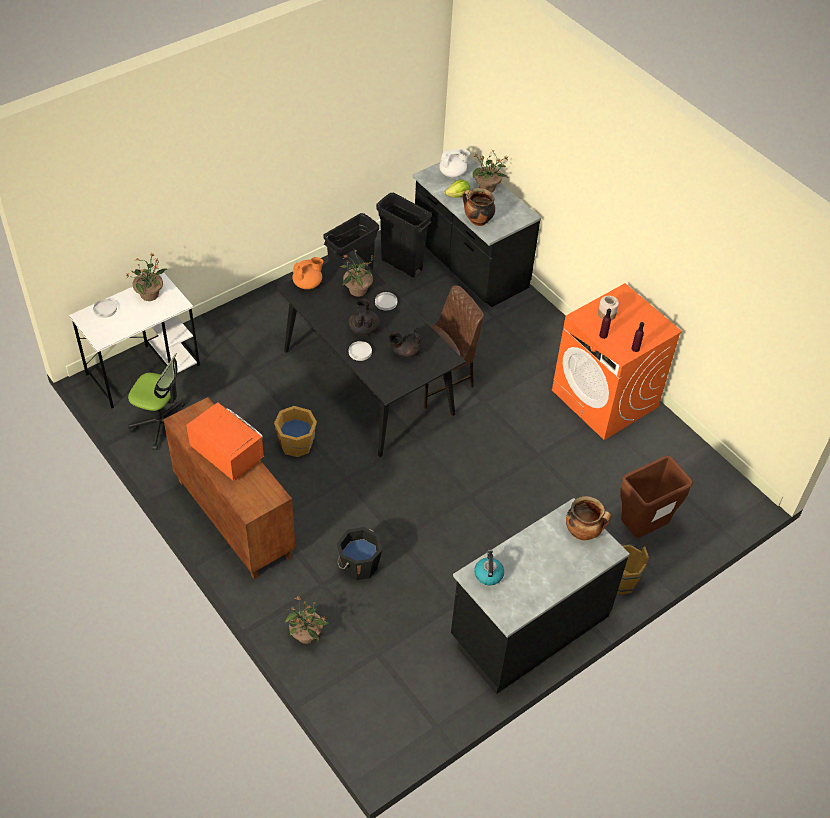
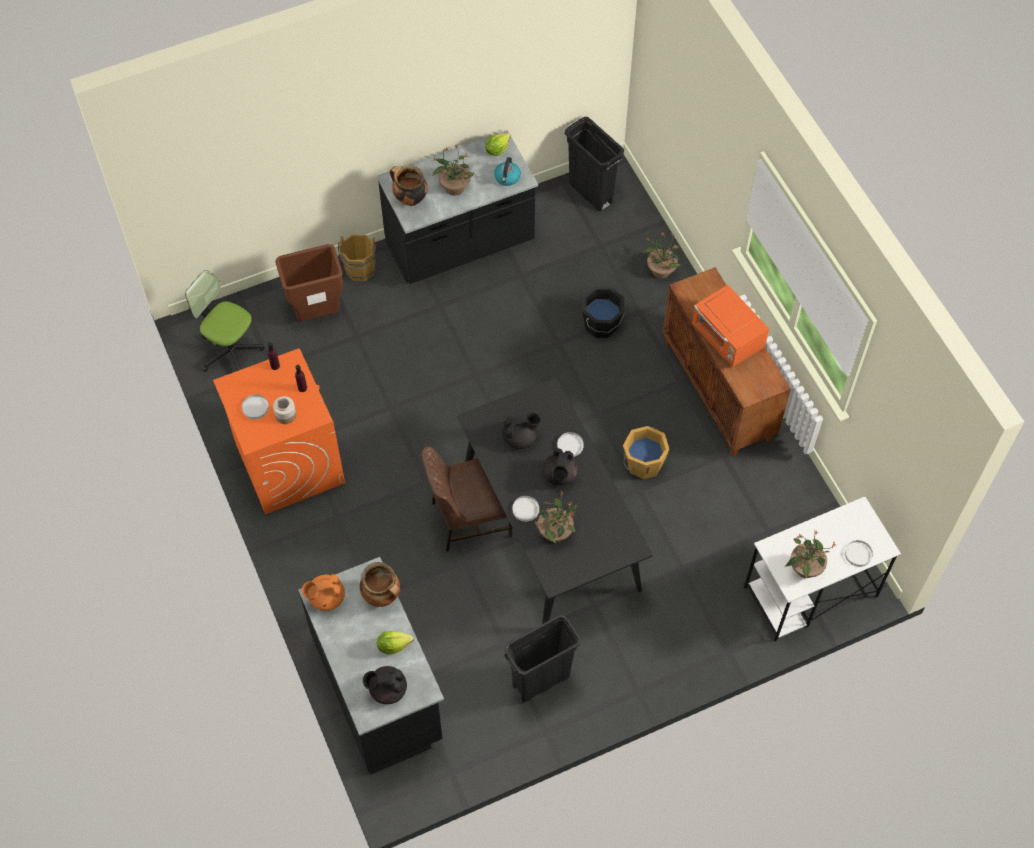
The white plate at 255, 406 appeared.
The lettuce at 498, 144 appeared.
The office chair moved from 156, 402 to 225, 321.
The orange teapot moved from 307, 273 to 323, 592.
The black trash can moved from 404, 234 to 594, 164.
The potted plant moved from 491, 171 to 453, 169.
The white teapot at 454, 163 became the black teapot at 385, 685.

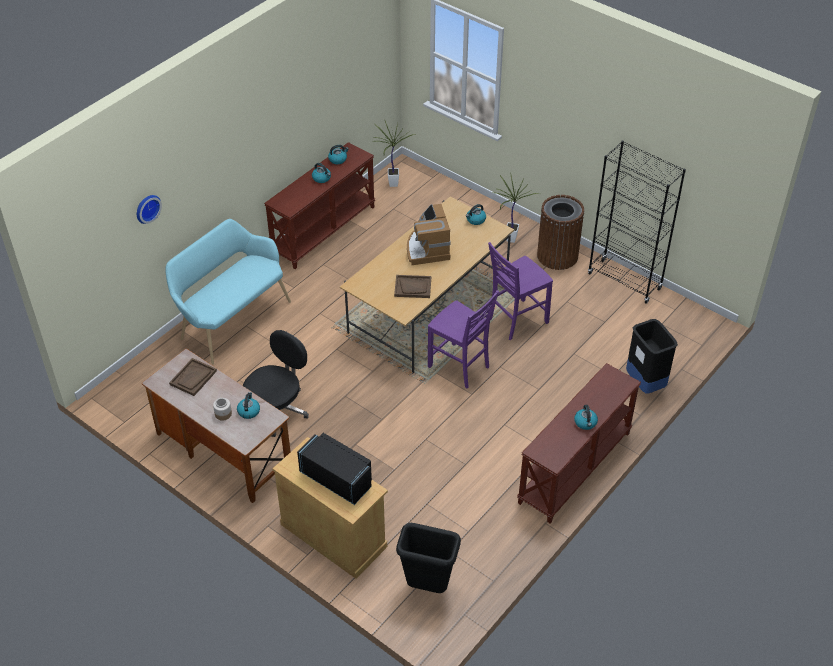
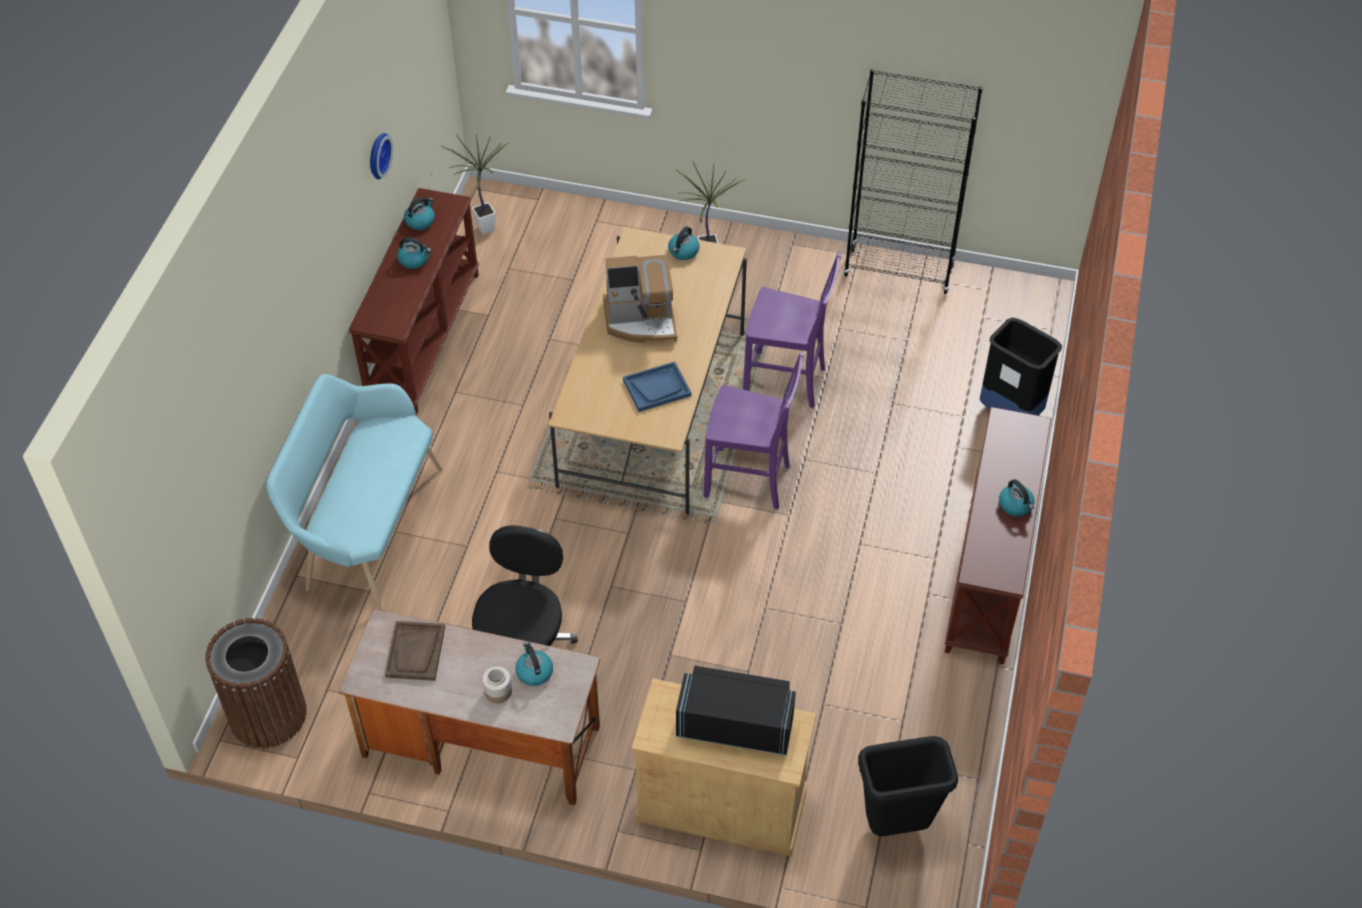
The wall clock moved from 149, 209 to 381, 156.
The brown trash can moved from 560, 232 to 256, 683.
The brown tray at 412, 286 became the blue tray at 657, 387.
The coffee machine at 429, 234 turned 60 degrees counterclockwise.
The purple chair at 520, 291 turned 105 degrees counterclockwise.

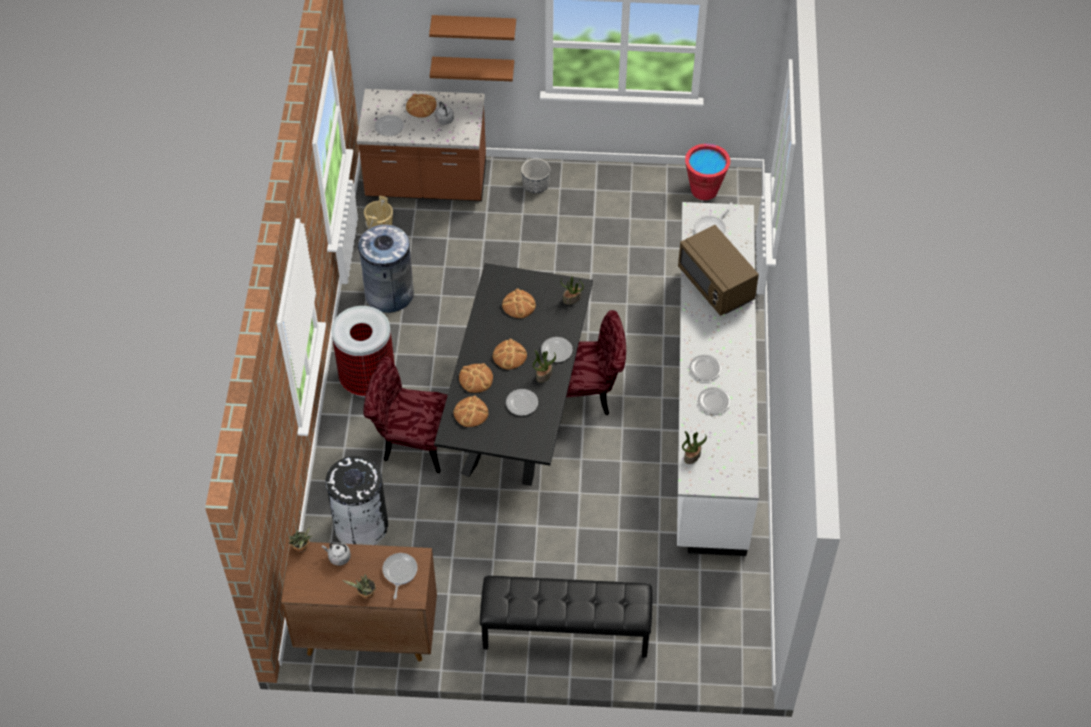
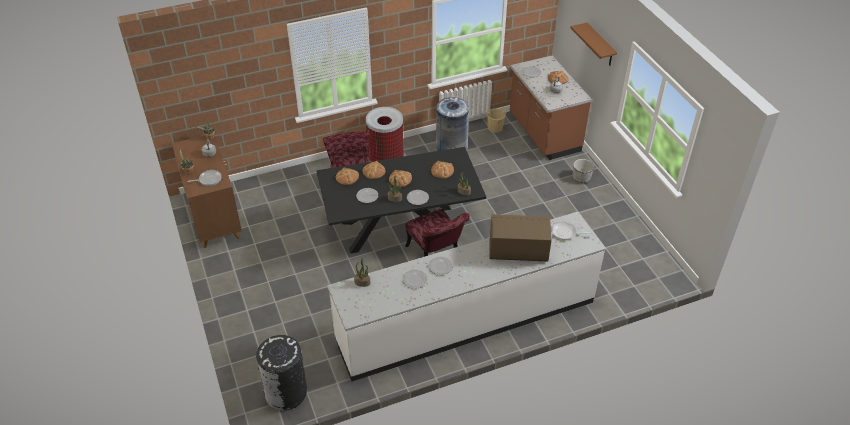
The brown shelf at 472, 69 disappeared.
The black bench at 566, 617 disappeared.
The red bucket at 707, 171 disappeared.
The black trash can moved from 357, 500 to 281, 373.
The brown microwave at 718, 270 turned 60 degrees clockwise.

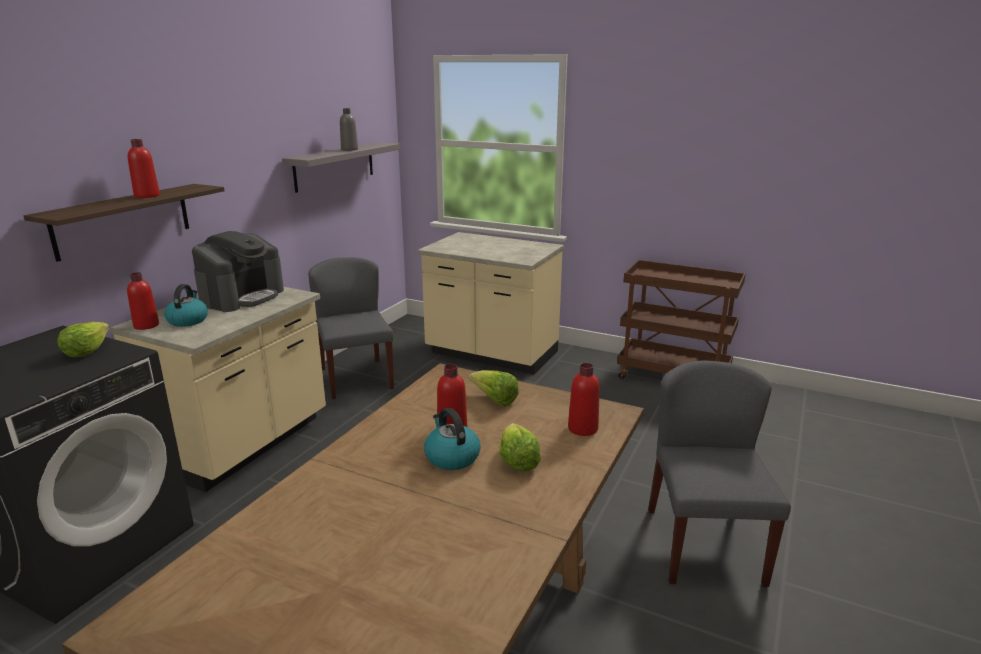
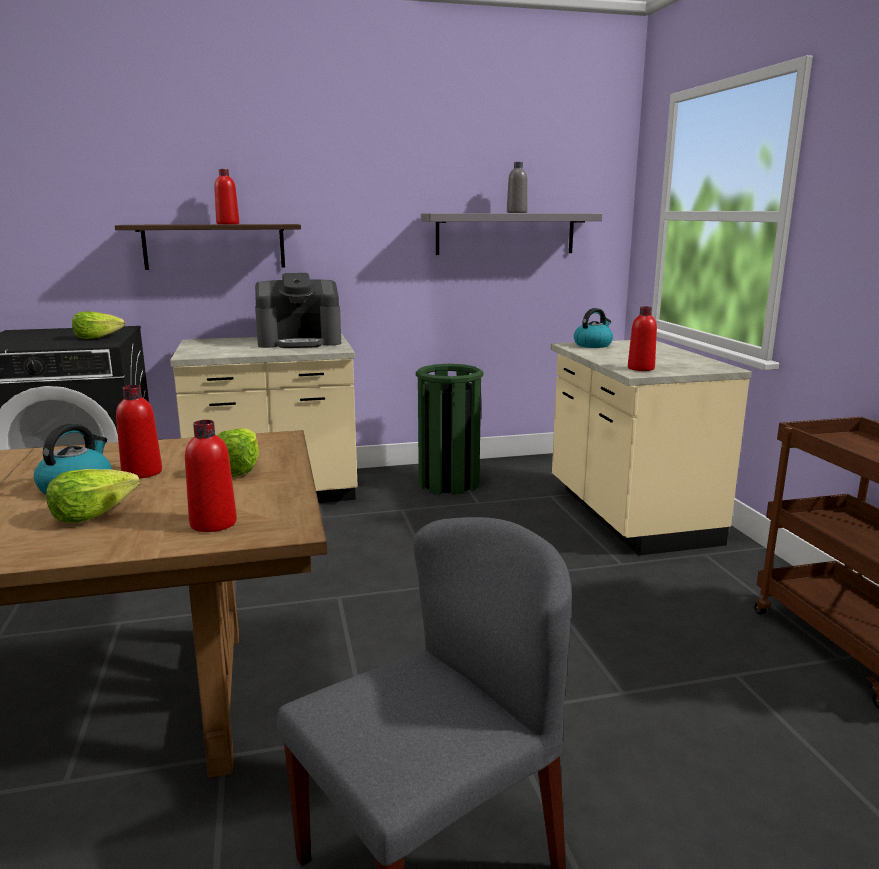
The red bottle moved from 143, 301 to 642, 338.
The kettle moved from 186, 305 to 593, 328.
The grey chair at 351, 328 was replaced by the green trash can at 449, 429.

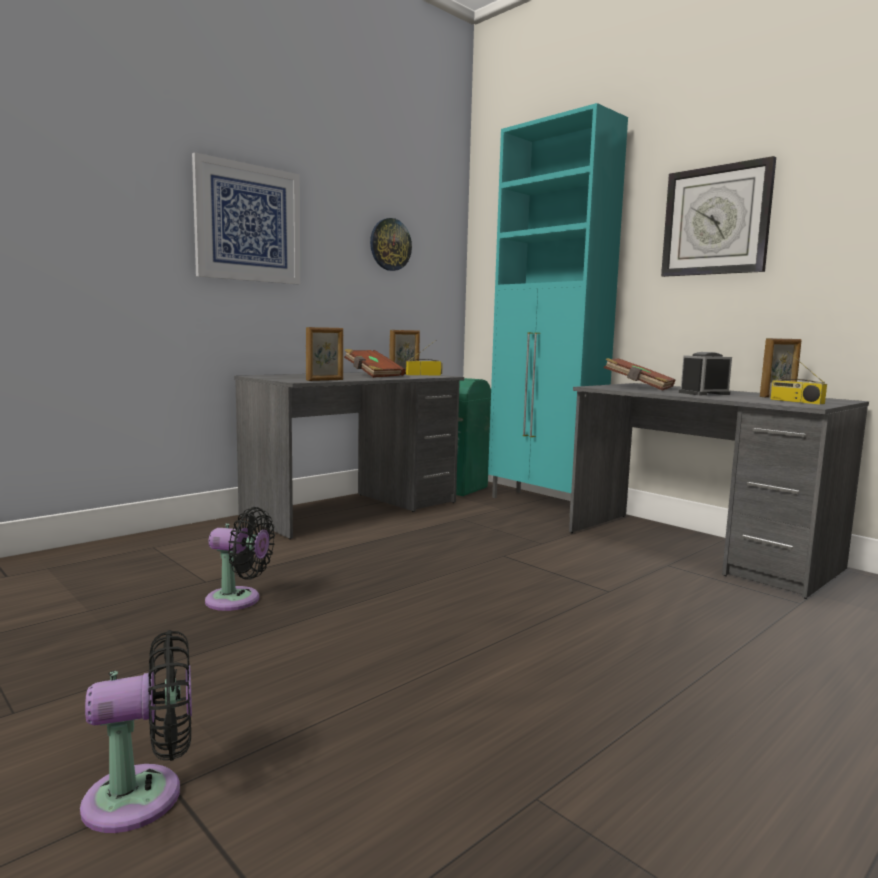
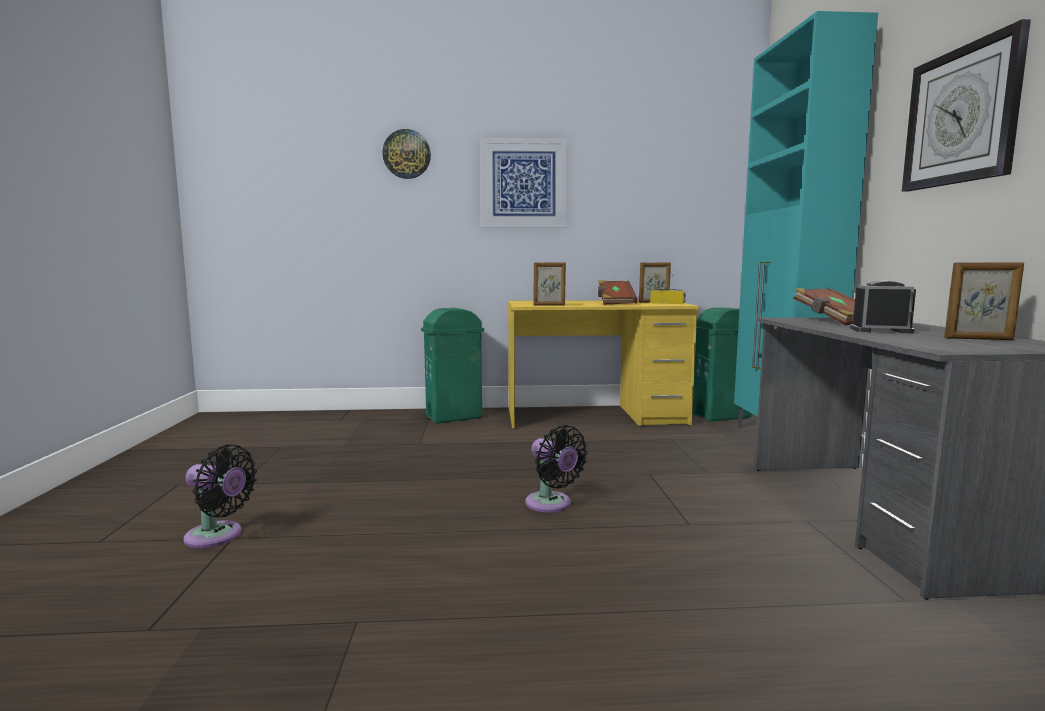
The radio at 798, 377 disappeared.
The green trash can at 452, 366 appeared.
The black fan moved from 240, 559 to 556, 469.
The wall clock moved from 391, 244 to 406, 154.
The grey desk at 349, 455 became the yellow desk at 604, 364.

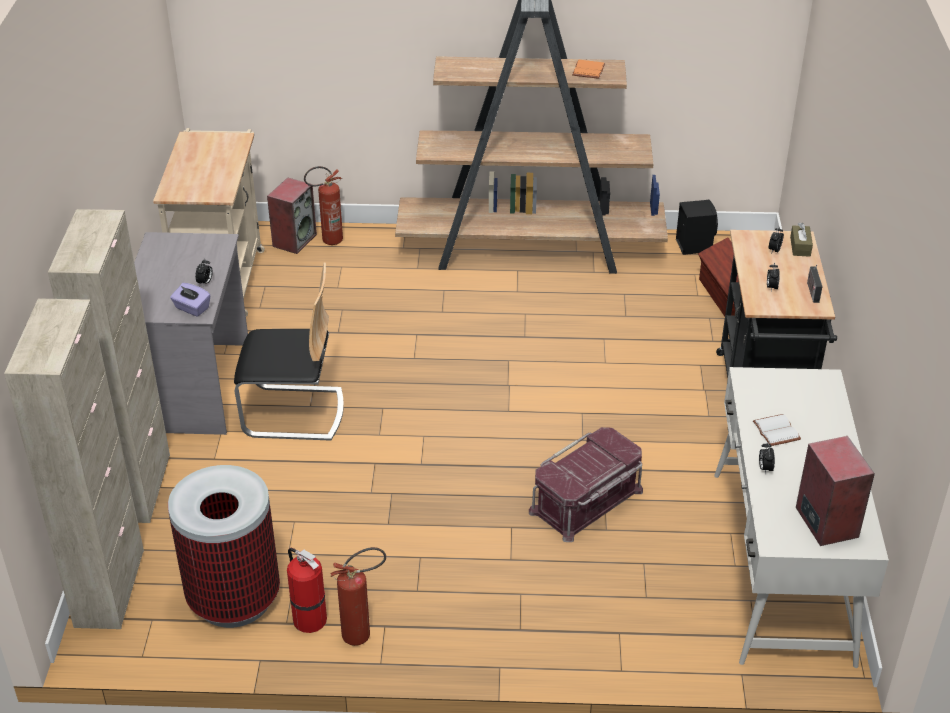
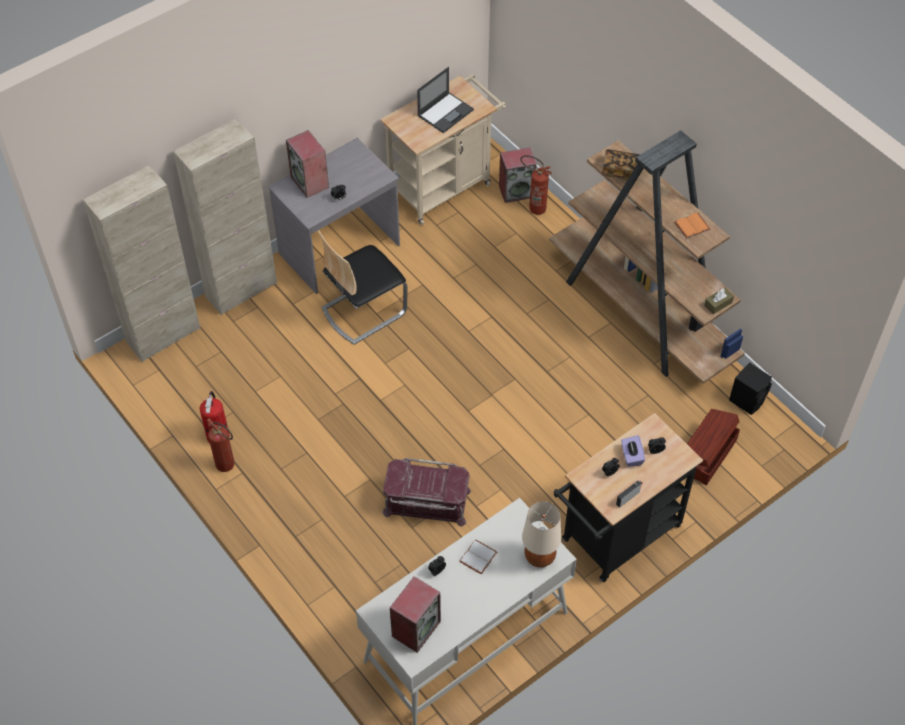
The trash can at 224, 546 disappeared.
The speaker at 307, 164 appeared.
The laptop at 445, 100 appeared.
The beige table lamp at 541, 534 appeared.
The book at 621, 164 appeared.
The purple tissue box moved from 190, 300 to 633, 451.
The brown tissue box moved from 801, 240 to 719, 301.
The chair at 289, 351 turned 90 degrees clockwise.

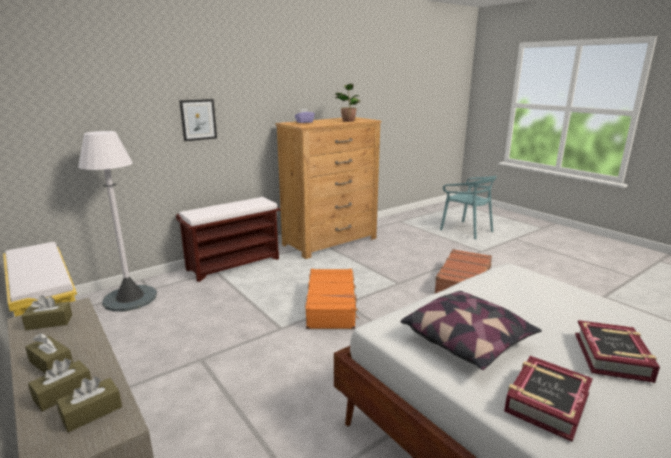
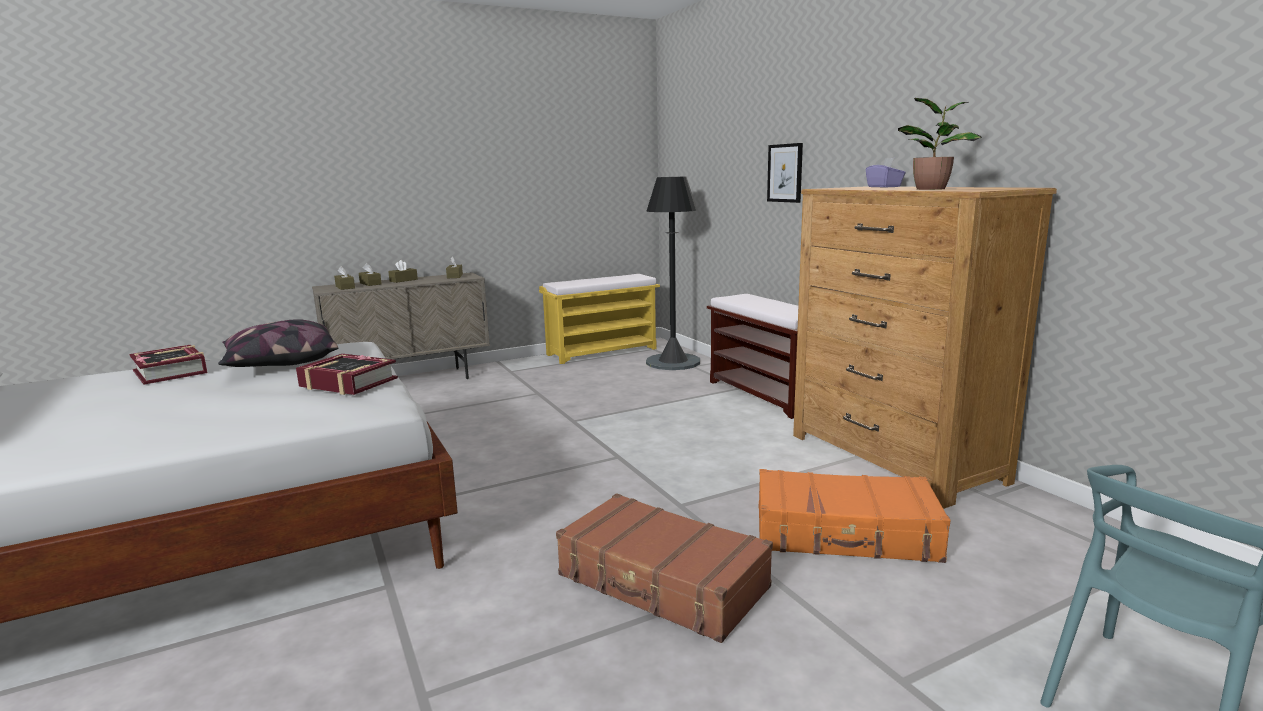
The orange suitcase moved from 332, 299 to 855, 516.
The book moved from 617, 351 to 347, 374.
The white floor lamp at 117, 221 became the black floor lamp at 673, 273.

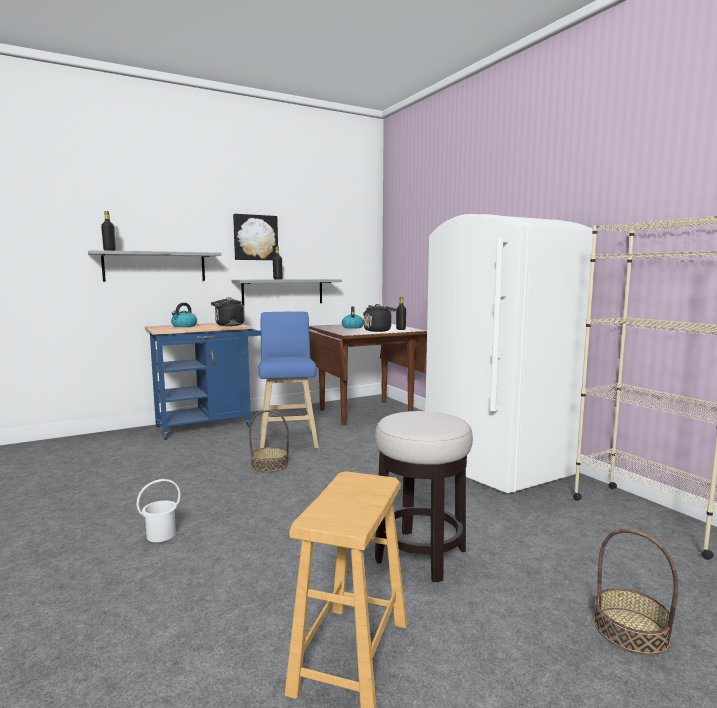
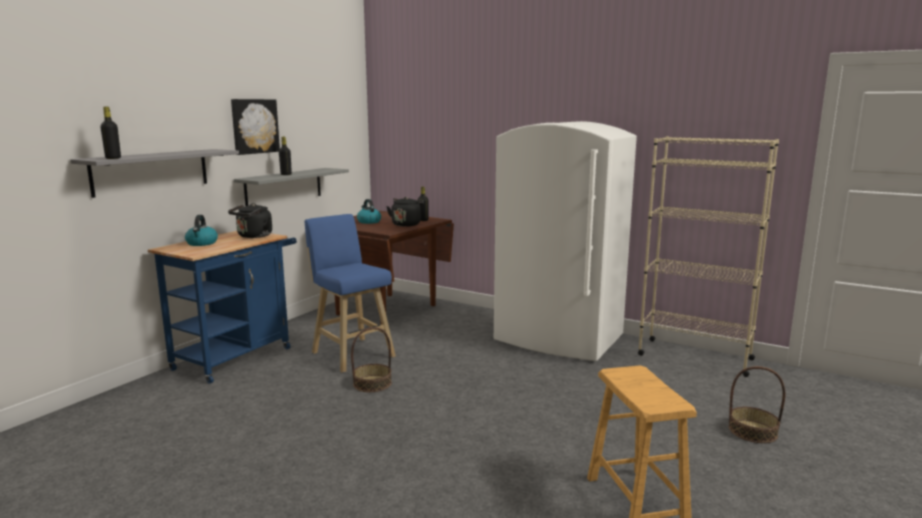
The white bucket at 158, 510 disappeared.
The stool at 424, 497 disappeared.

